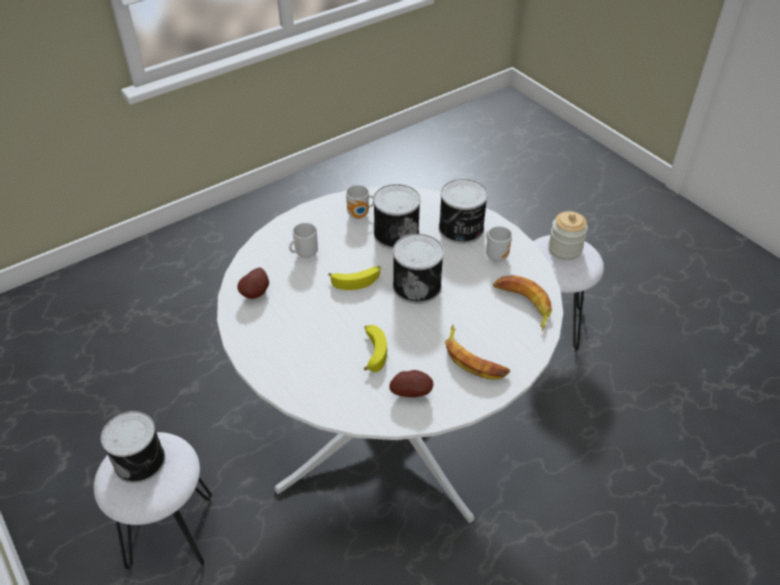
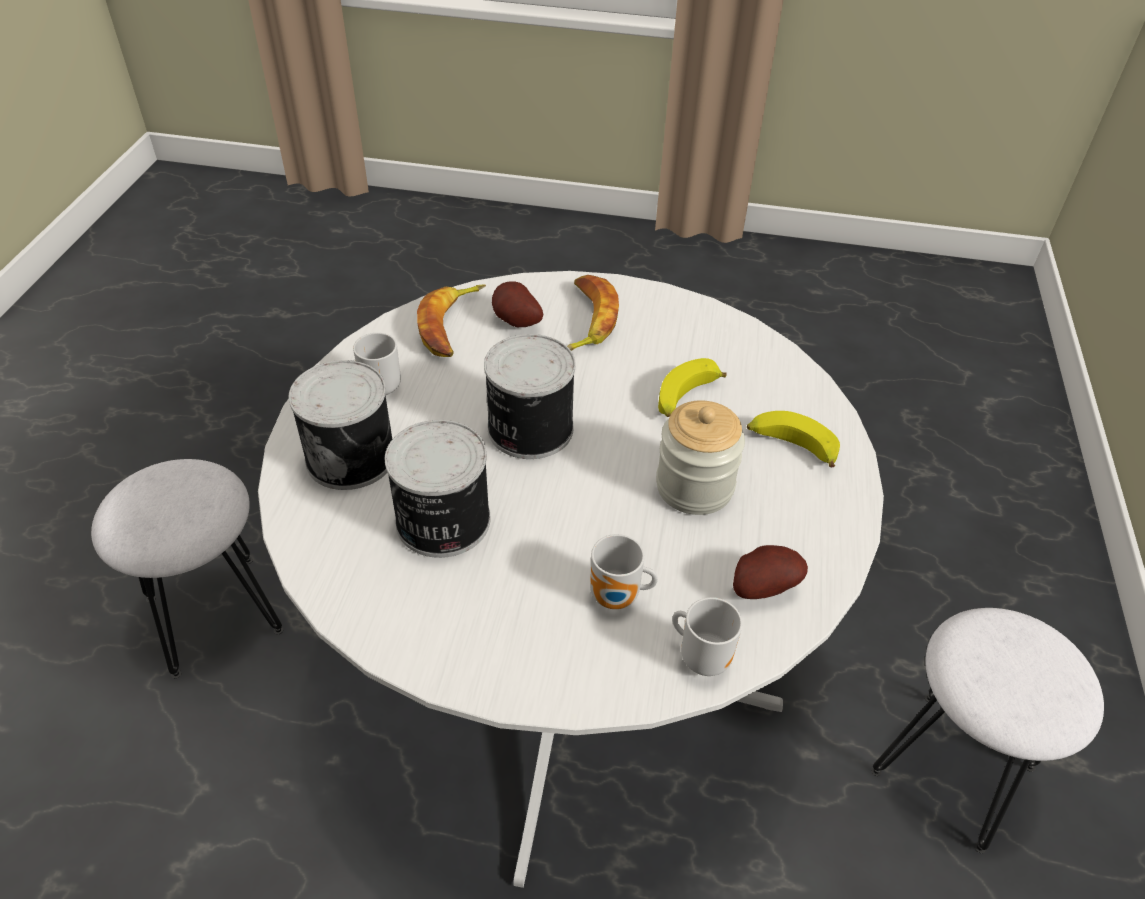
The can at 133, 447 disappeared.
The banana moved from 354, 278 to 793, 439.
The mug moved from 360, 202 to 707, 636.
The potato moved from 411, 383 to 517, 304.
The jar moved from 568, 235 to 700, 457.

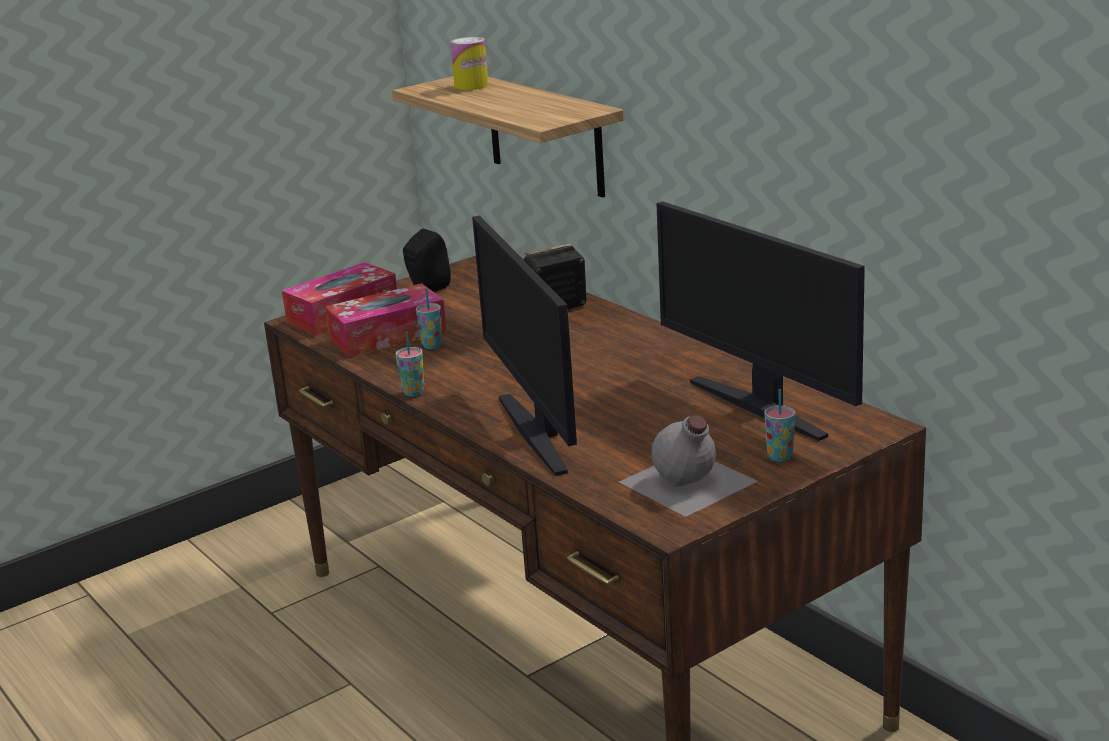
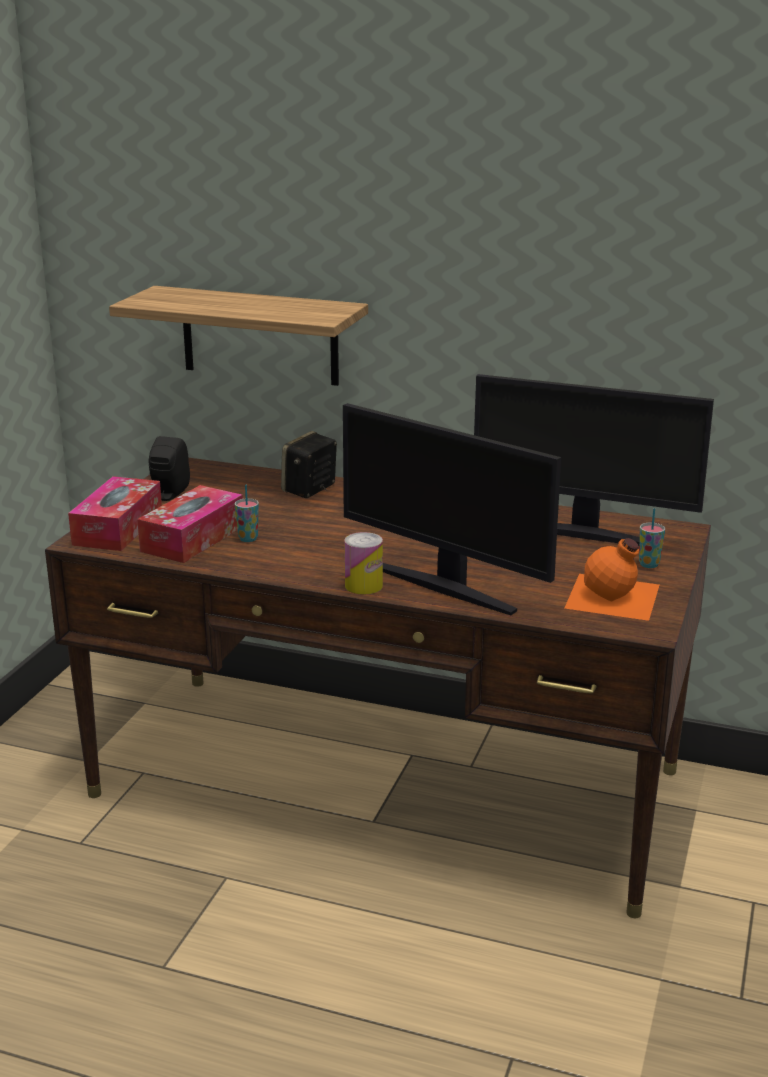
The cup at 409, 364 disappeared.
The can moved from 469, 63 to 363, 563.
The grey bottle at 688, 466 became the orange bottle at 612, 579.

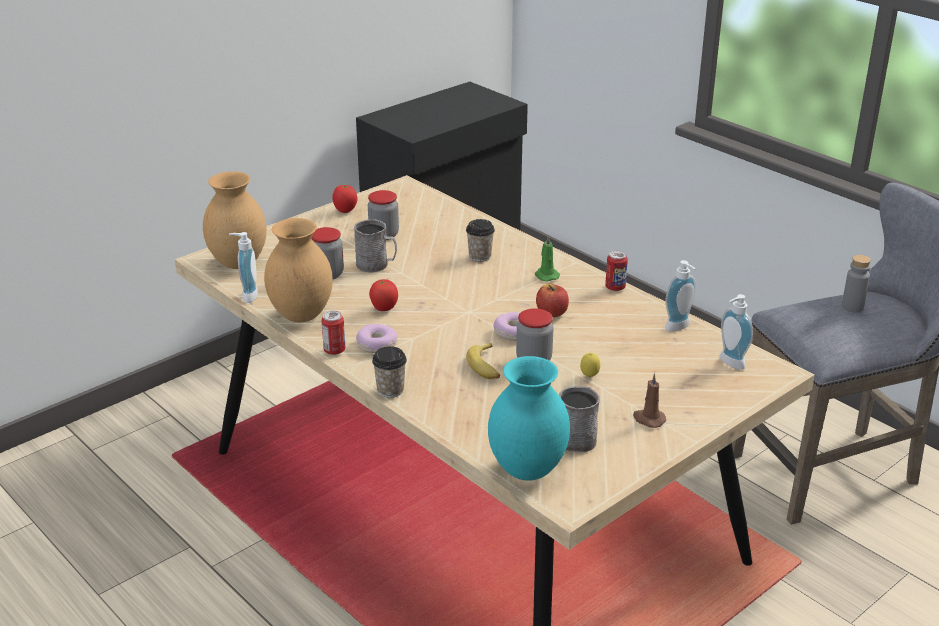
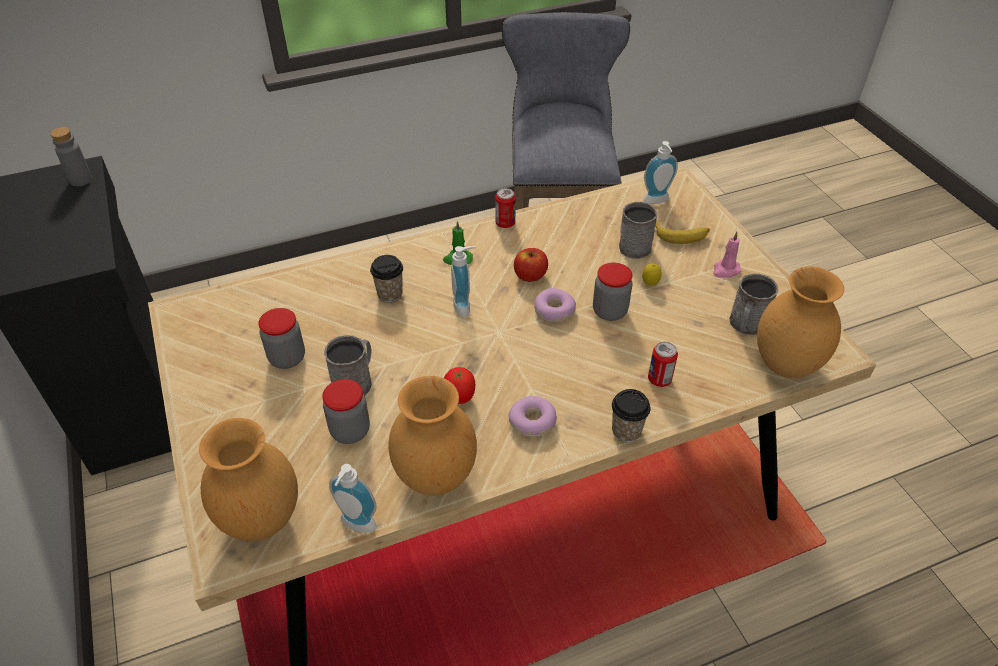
The tomato at 344, 198 disappeared.
The grey mug at 638, 230 appeared.
The can moved from 334, 333 to 663, 364.
The banana moved from 483, 361 to 682, 232.
The soap dispenser moved from 680, 296 to 463, 281.
The grey bottle moved from 856, 284 to 71, 156.
The turquoise vase at 529, 418 became the brown vase at 800, 322.
The brown candle at 649, 400 became the pink candle at 727, 255.

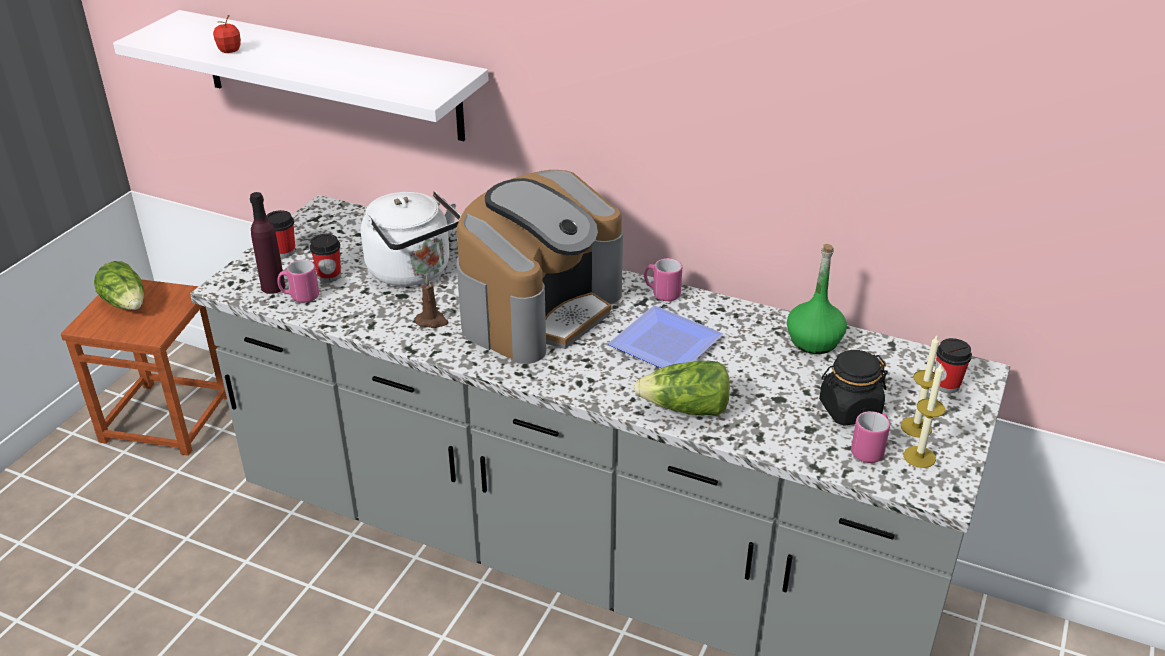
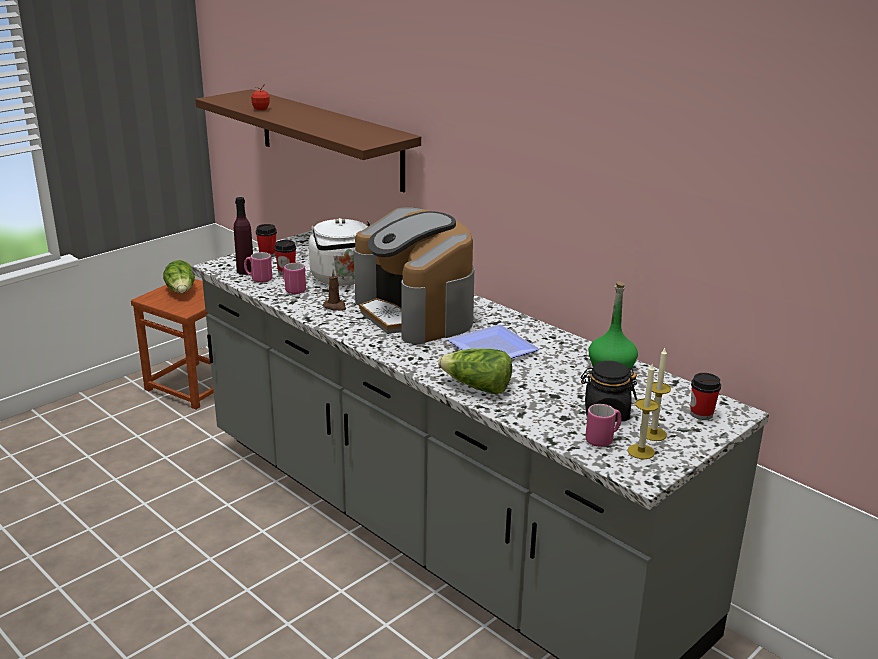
The pink mug moved from 663, 279 to 294, 278.
The white shelf at 300, 75 became the brown shelf at 308, 140.
The coffee machine at 540, 267 turned 90 degrees clockwise.

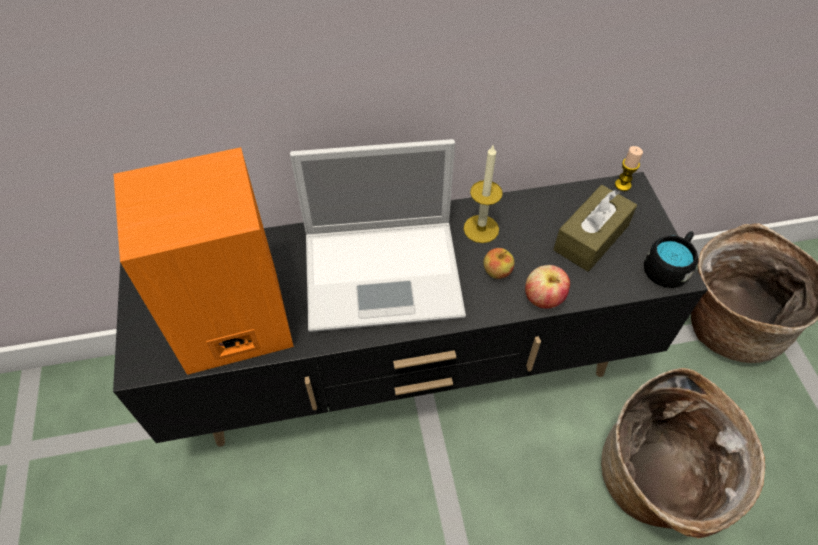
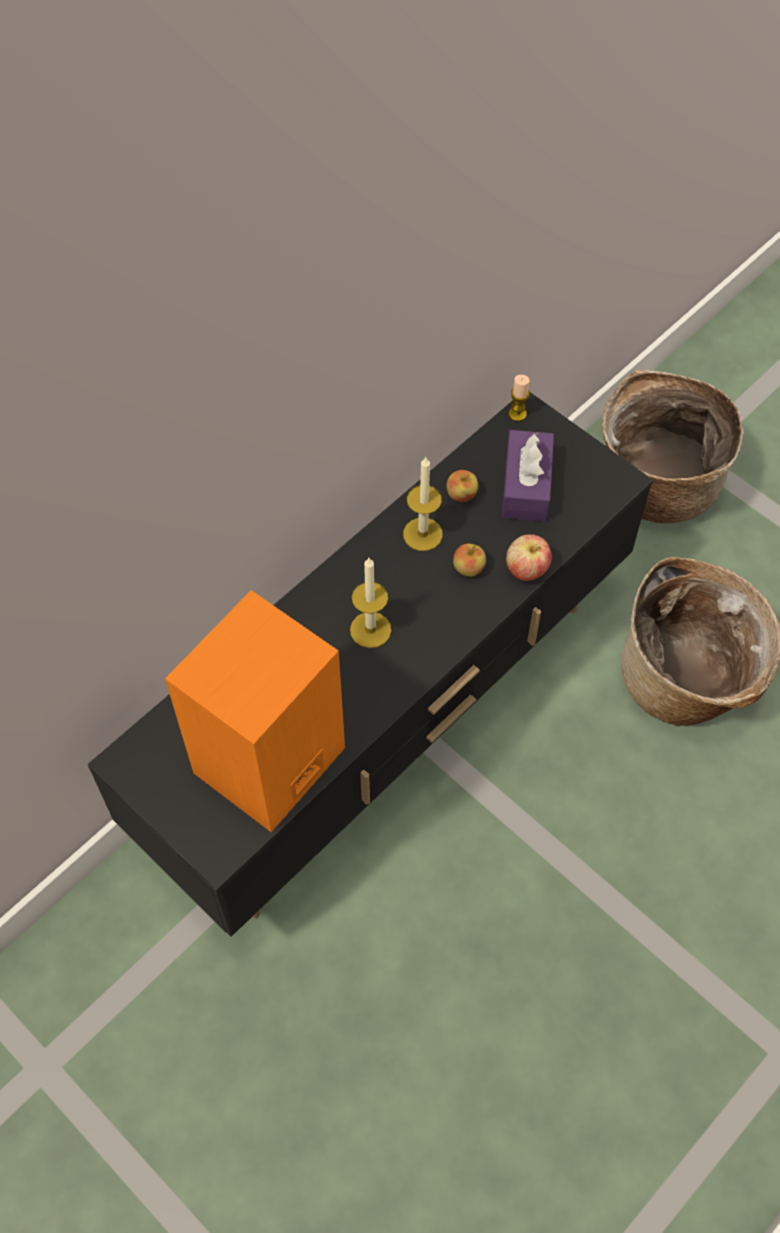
The black mug at 671, 259 disappeared.
The apple at 462, 486 appeared.
The laptop at 378, 235 was replaced by the candle at 370, 603.
The brown tissue box at 595, 228 became the purple tissue box at 528, 476.

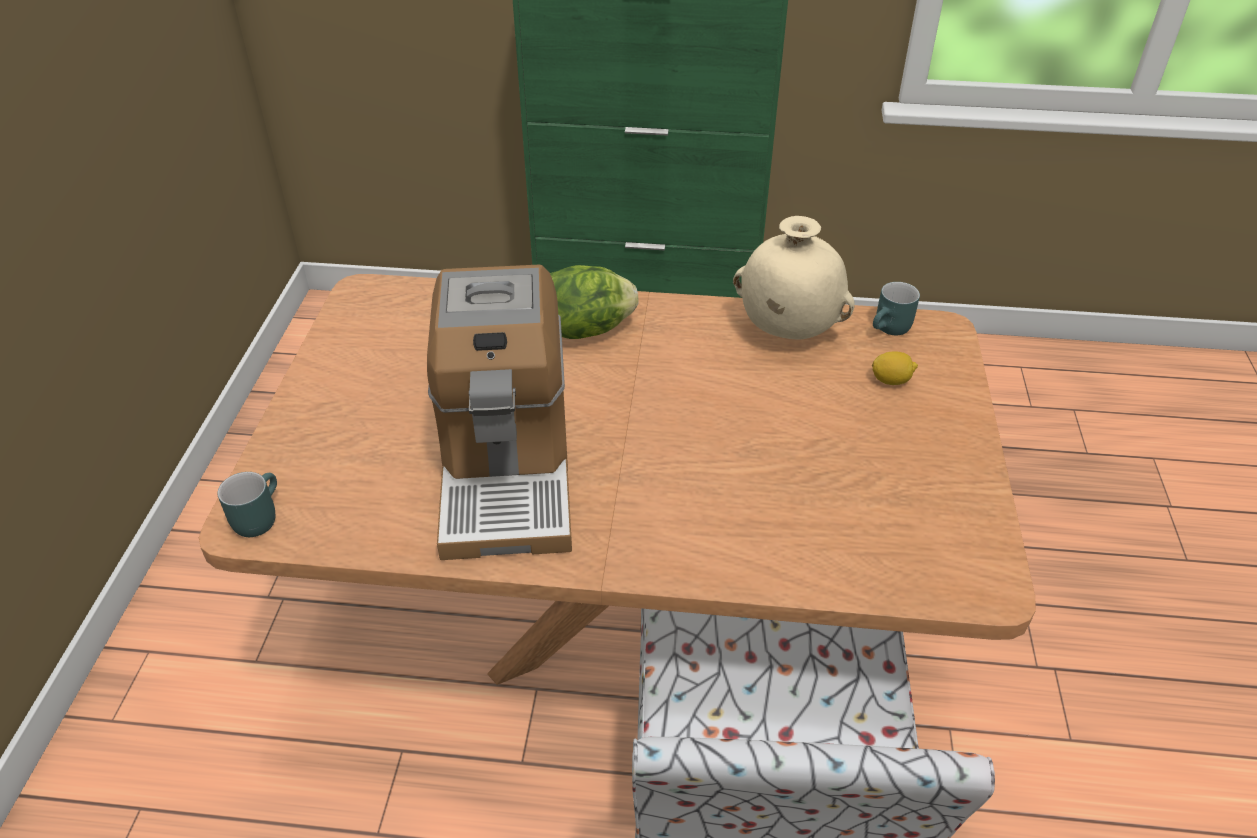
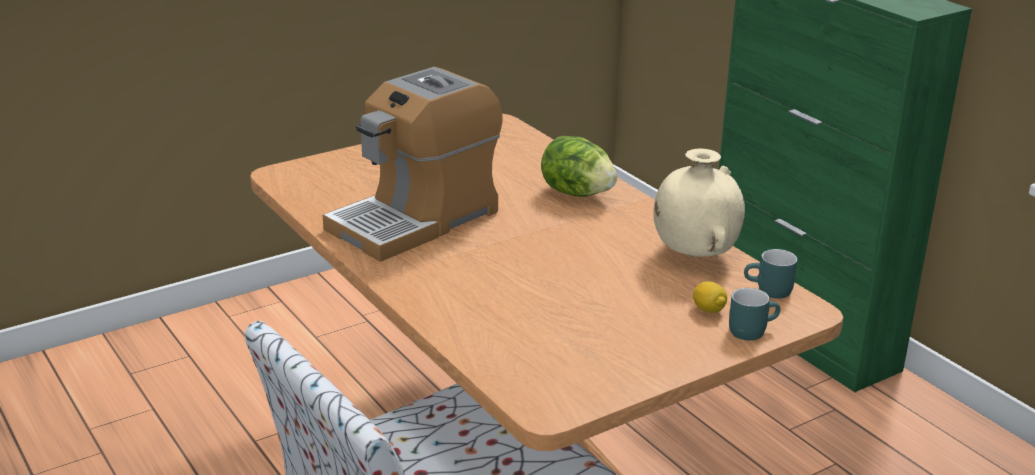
The turquoise mug moved from 247, 504 to 754, 314.

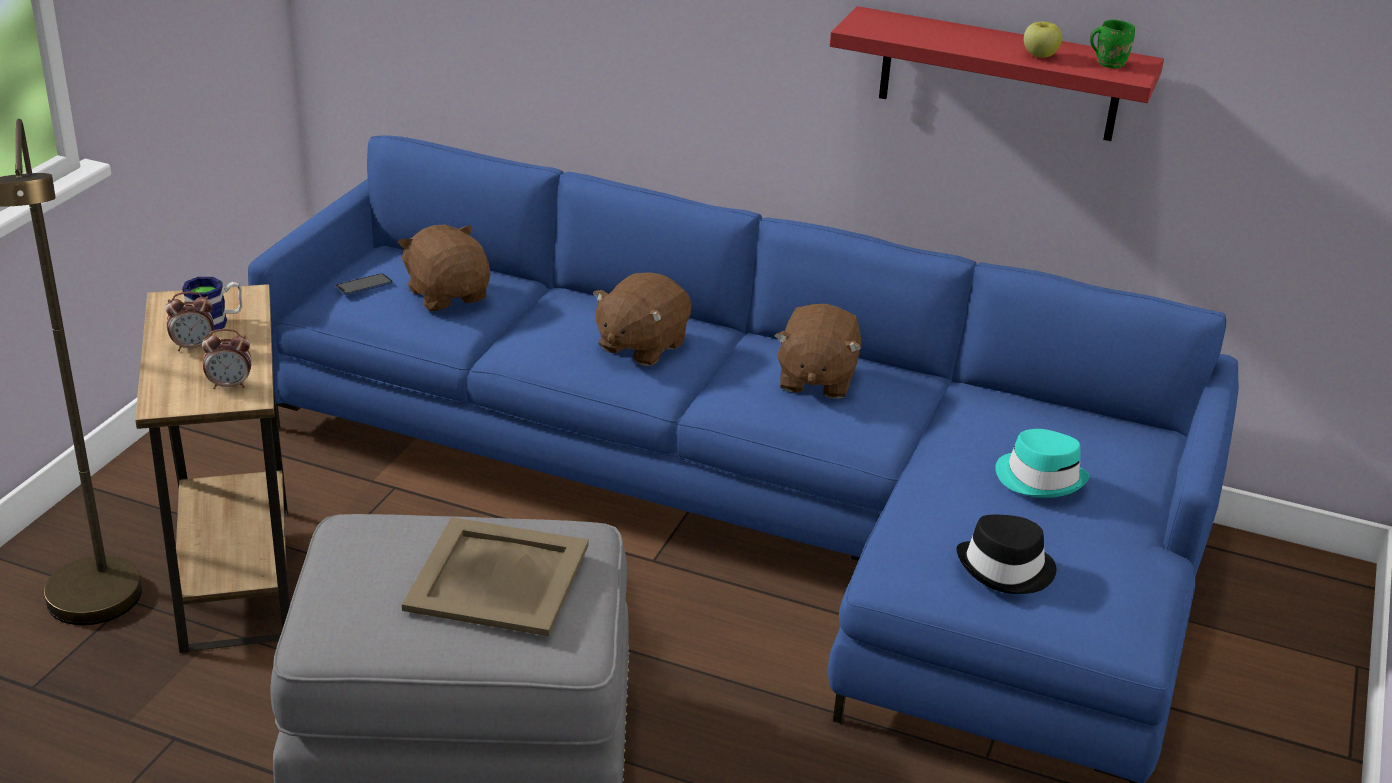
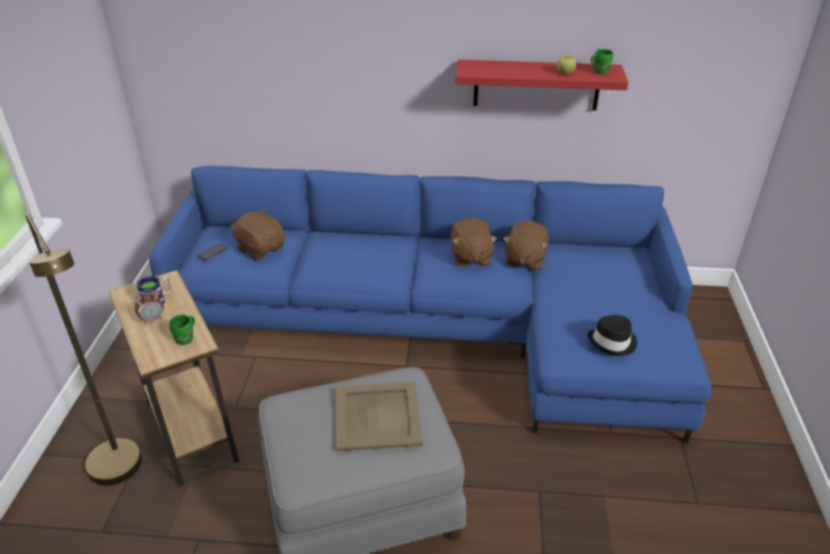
The turquoise hat at 1042, 463 disappeared.
The brown plush toy moved from 642, 319 to 526, 246.
The alarm clock at 227, 359 was replaced by the green mug at 182, 330.

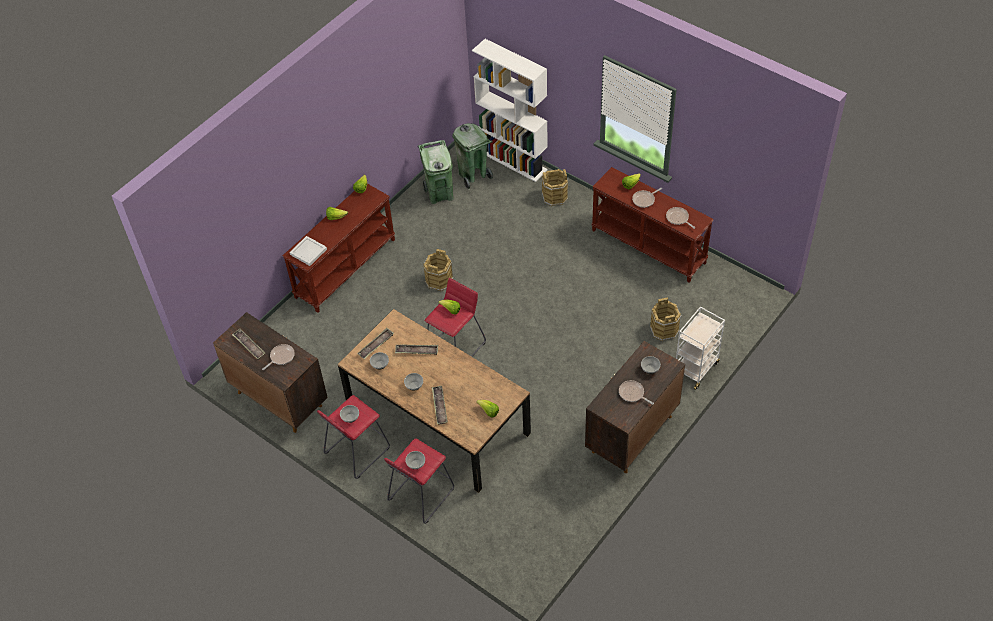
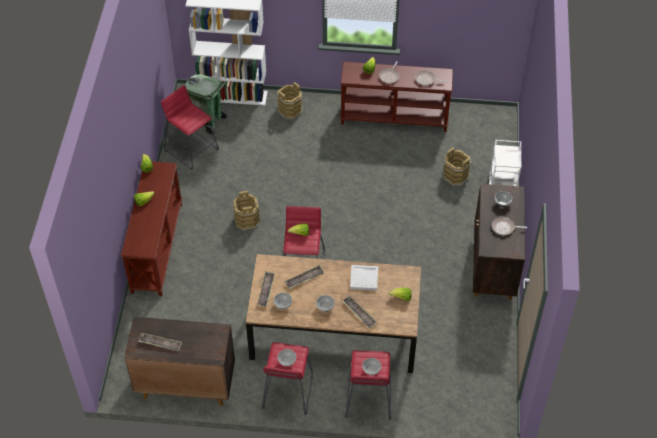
The frying pan at 278, 357 disappeared.
The white tray moved from 308, 251 to 364, 278.
The green trash can at 436, 172 was replaced by the red stool at 190, 127.

